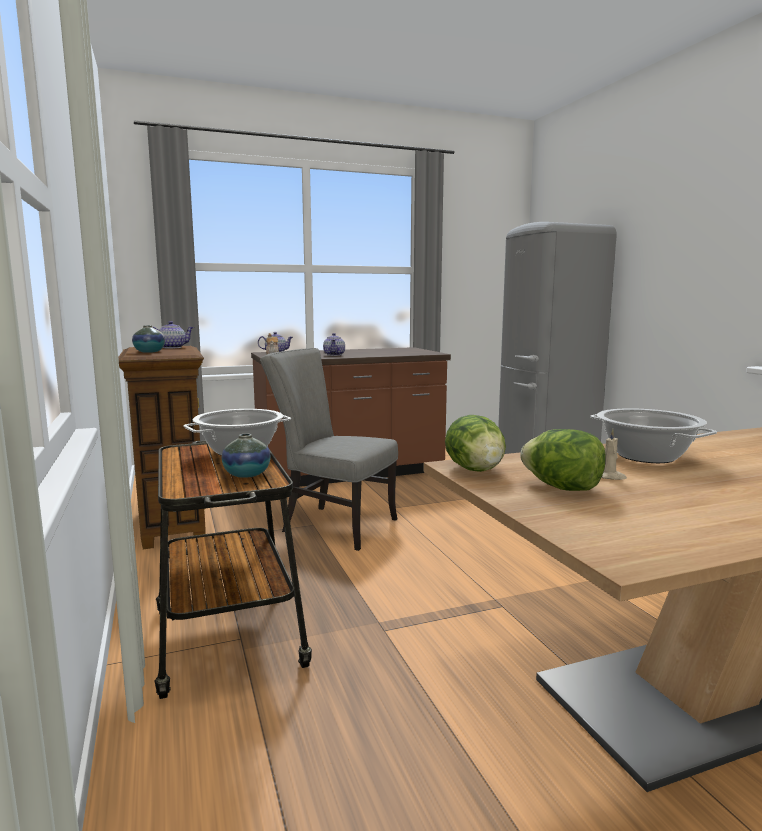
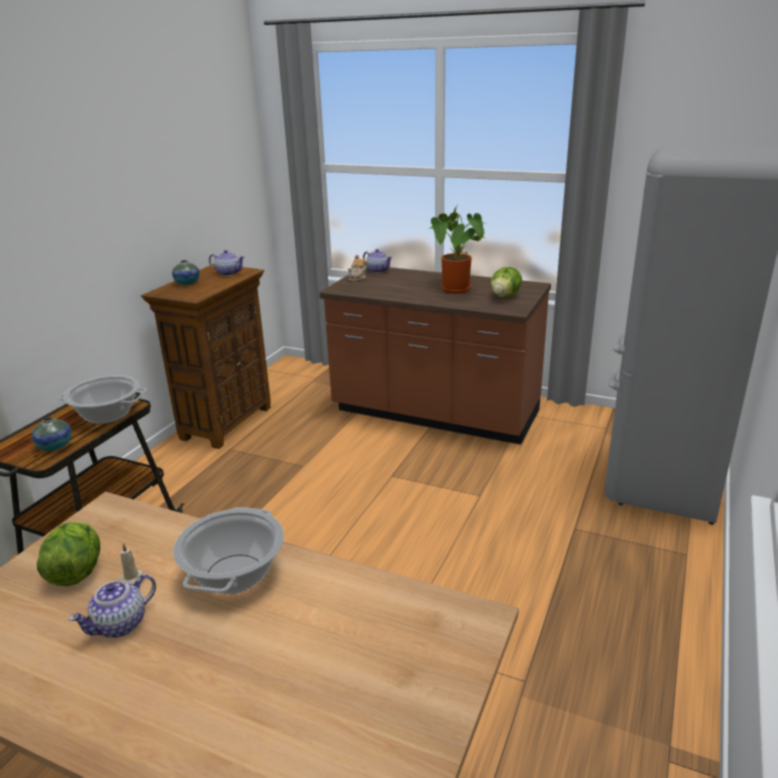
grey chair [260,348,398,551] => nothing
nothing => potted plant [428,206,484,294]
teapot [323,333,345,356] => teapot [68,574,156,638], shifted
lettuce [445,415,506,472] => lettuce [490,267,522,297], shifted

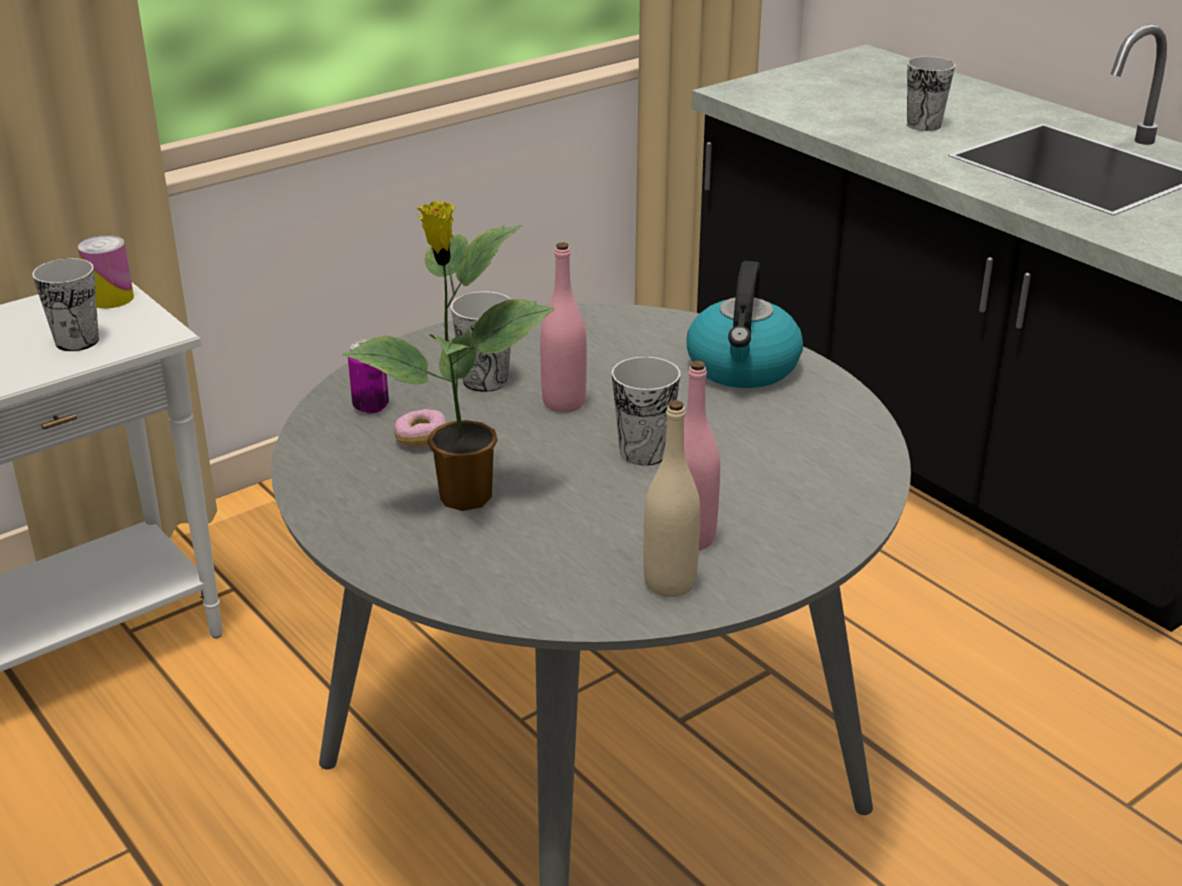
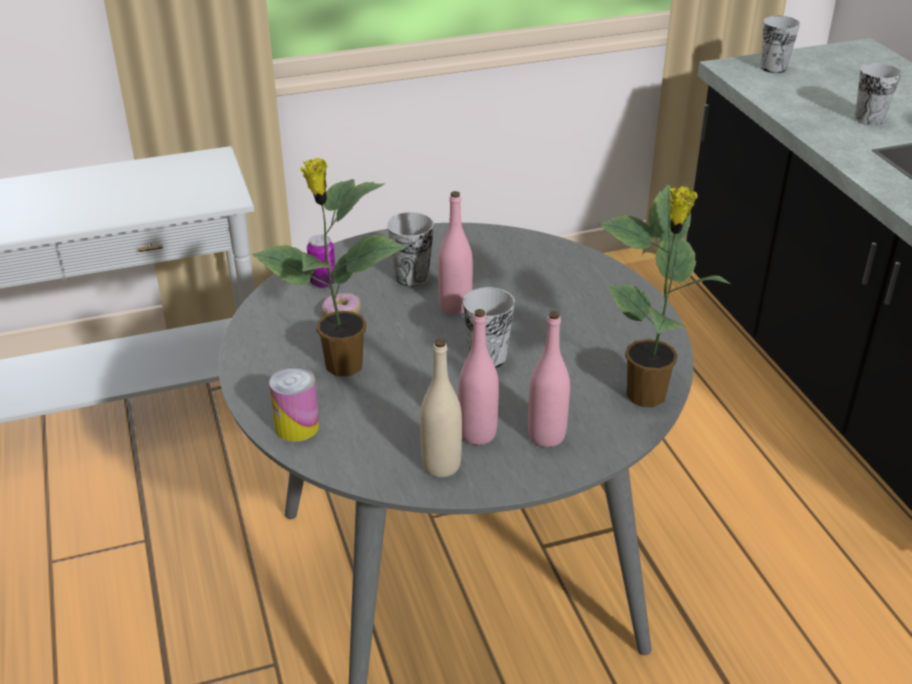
kettle [687,261,803,388] => nothing
nothing => pink bottle [528,311,570,447]
nothing => potted plant [599,184,732,407]
cup [32,258,99,351] => cup [761,16,800,73], shifted
can [78,235,134,308] => can [269,367,320,442], shifted

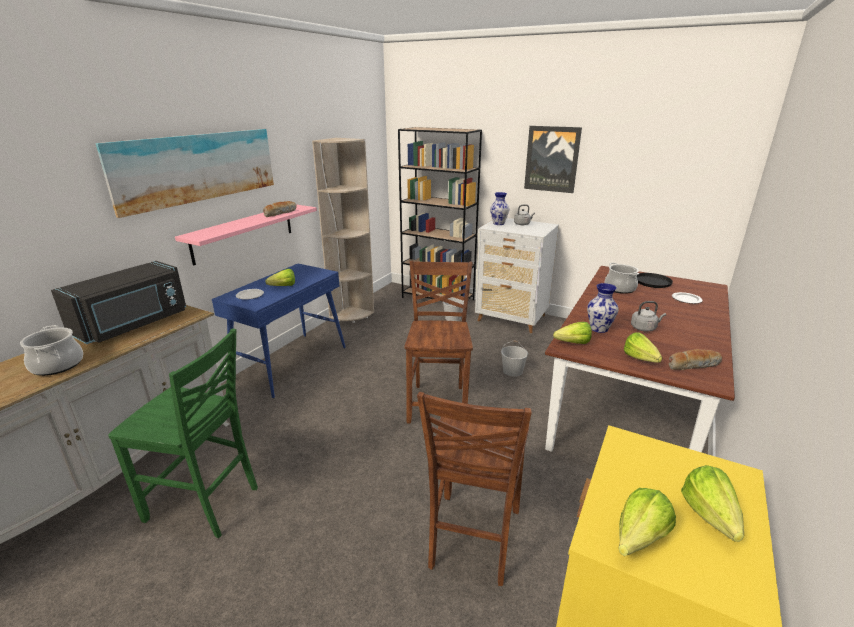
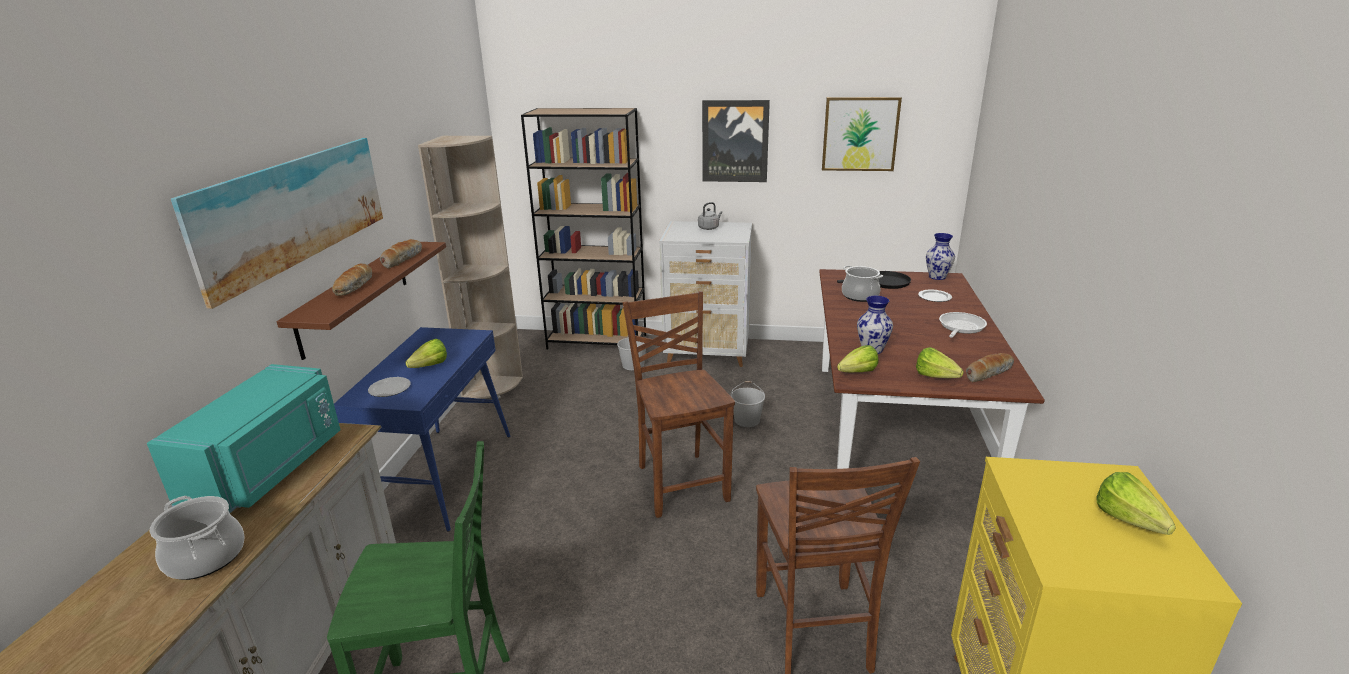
lettuce [618,488,676,556] => nothing
grey kettle [631,301,666,332] => nothing
nothing => bread [332,264,372,296]
nothing => picture [822,97,902,171]
nothing => frying pan [939,312,987,338]
vase [490,192,510,225] => vase [926,233,955,280], shifted
black microwave [51,261,186,344] => turquoise microwave [147,364,341,513]
pink shelf [175,205,317,266] => brown shelf [277,242,446,360]

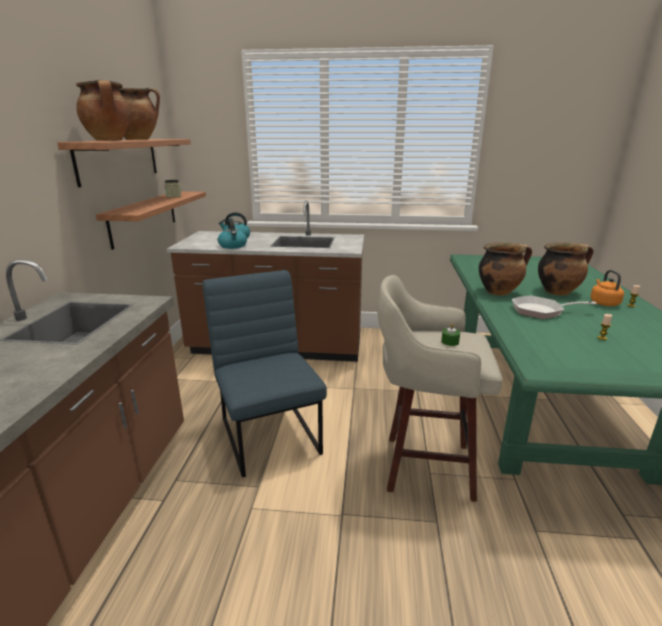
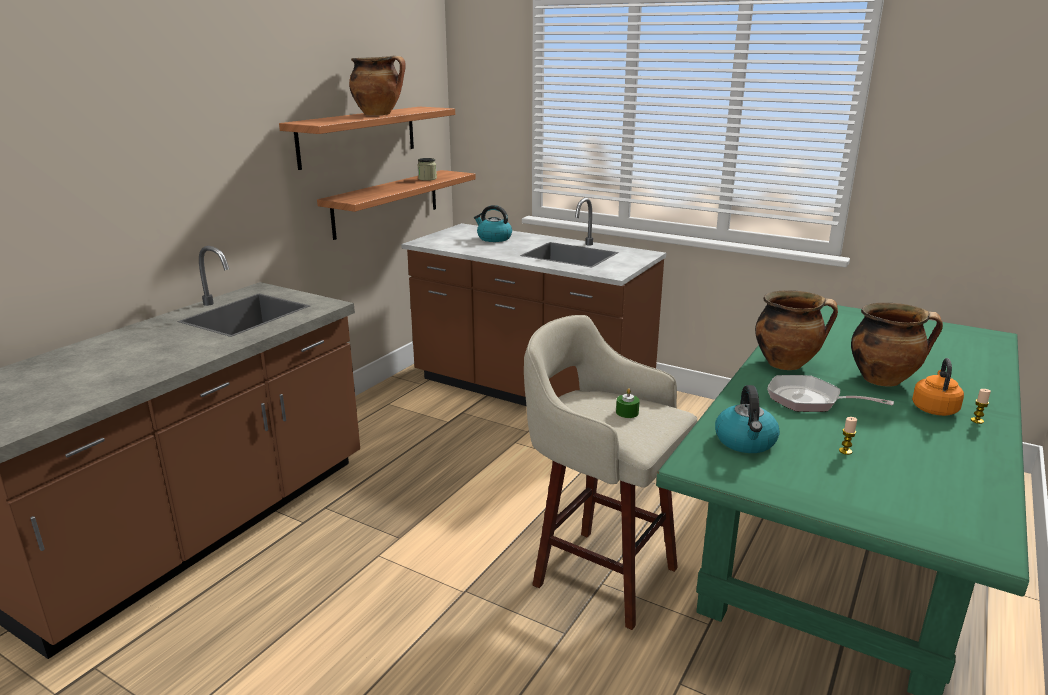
cooking pot [76,80,131,141] => nothing
blue chair [203,270,327,478] => nothing
kettle [218,218,247,249] => kettle [715,385,780,453], shifted

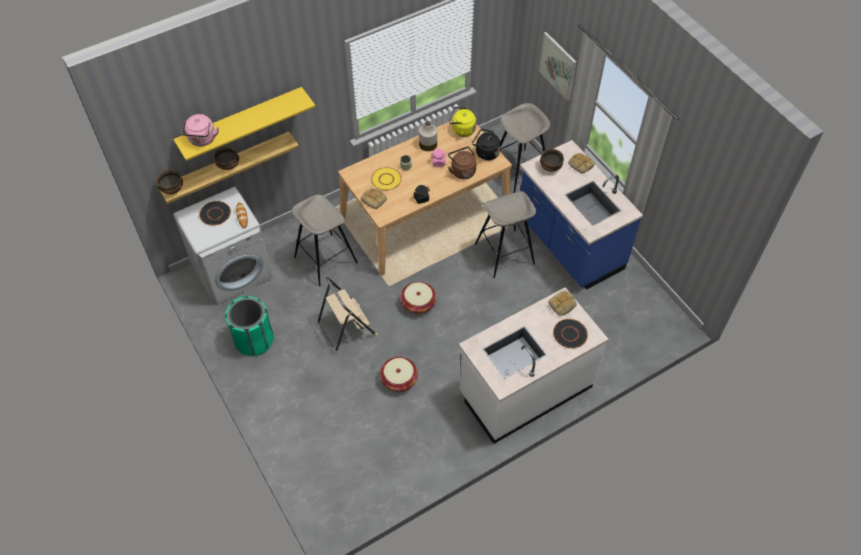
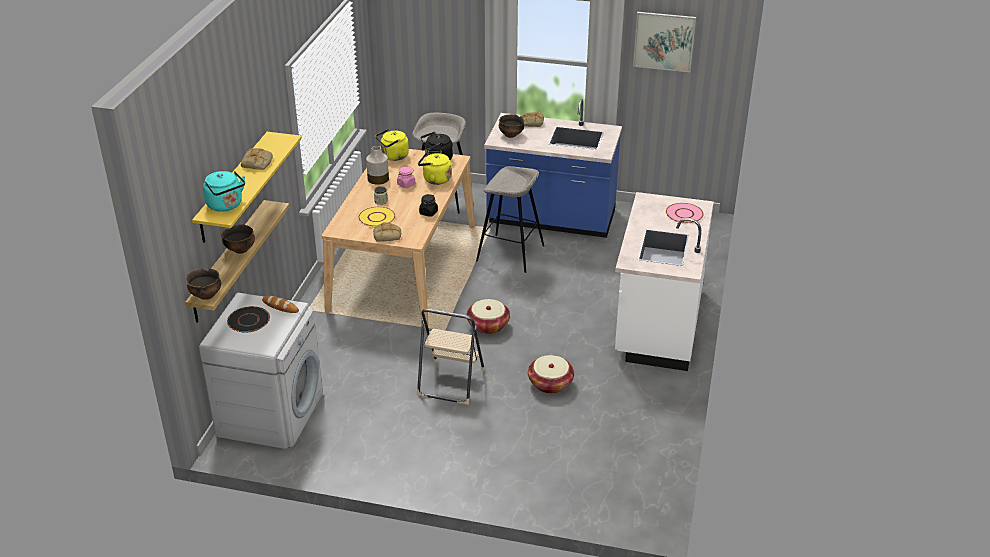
green trash can [225,296,274,356] => nothing
grey stool [292,195,358,287] => nothing
picture [539,32,577,101] => picture [633,12,696,72], shifted
bread [548,290,577,316] => bread [241,148,273,170], shifted
pink kettle [181,114,219,147] => turquoise kettle [203,171,245,212]
brown kettle [448,147,476,179] => yellow kettle [418,151,452,185]
black plate [553,319,588,349] => pink plate [666,203,704,223]

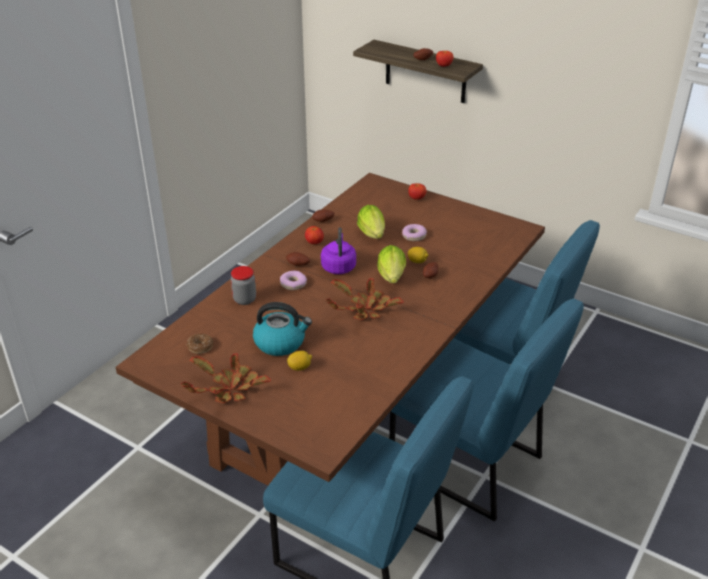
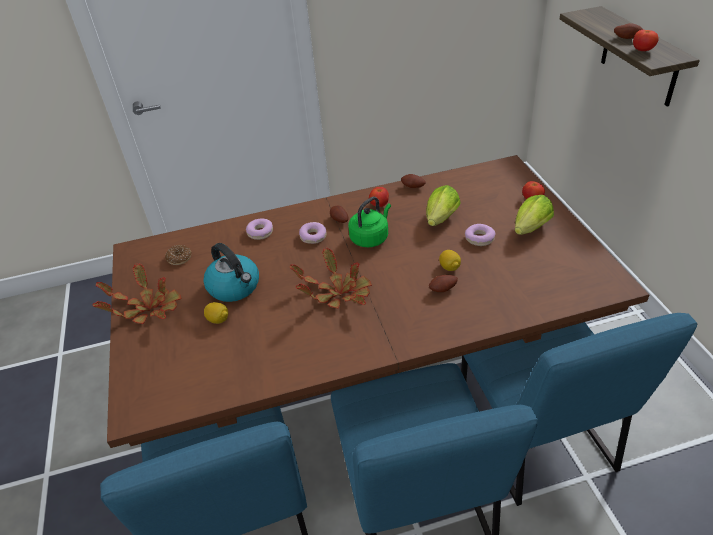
lettuce [377,245,406,283] => lettuce [515,195,554,235], shifted
jar [231,266,256,305] => donut [246,218,273,240]
purple kettle [321,227,356,274] => green kettle [348,196,391,247]

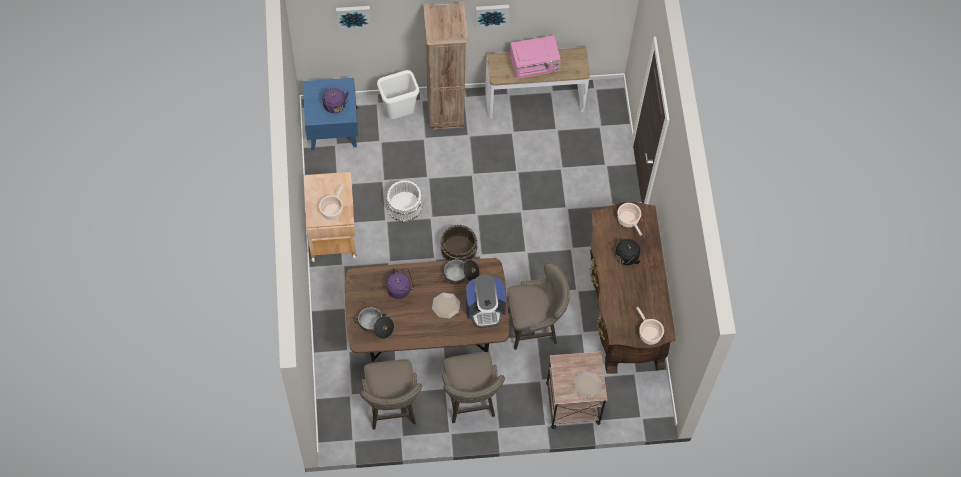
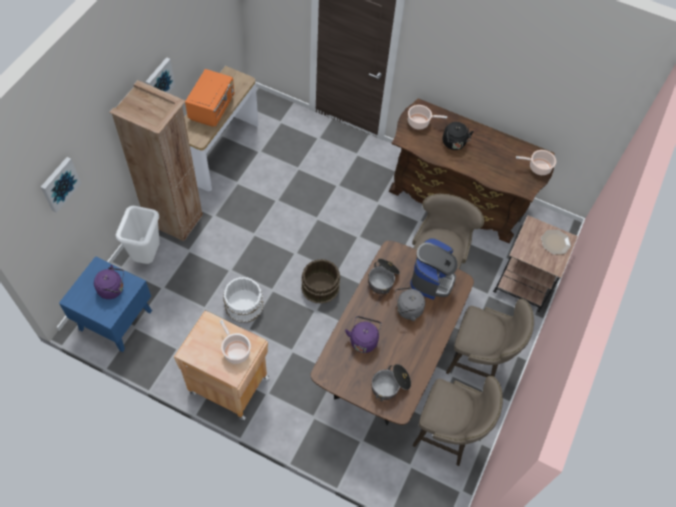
plate [432,293,460,318] => grey kettle [395,287,425,321]
pink microwave [510,35,561,79] => orange microwave [185,69,234,127]

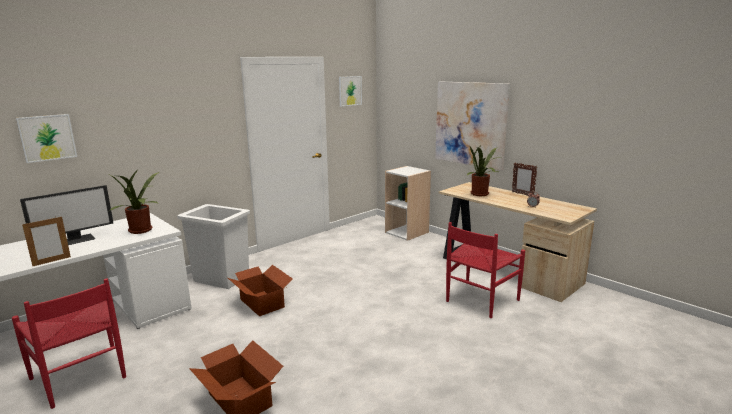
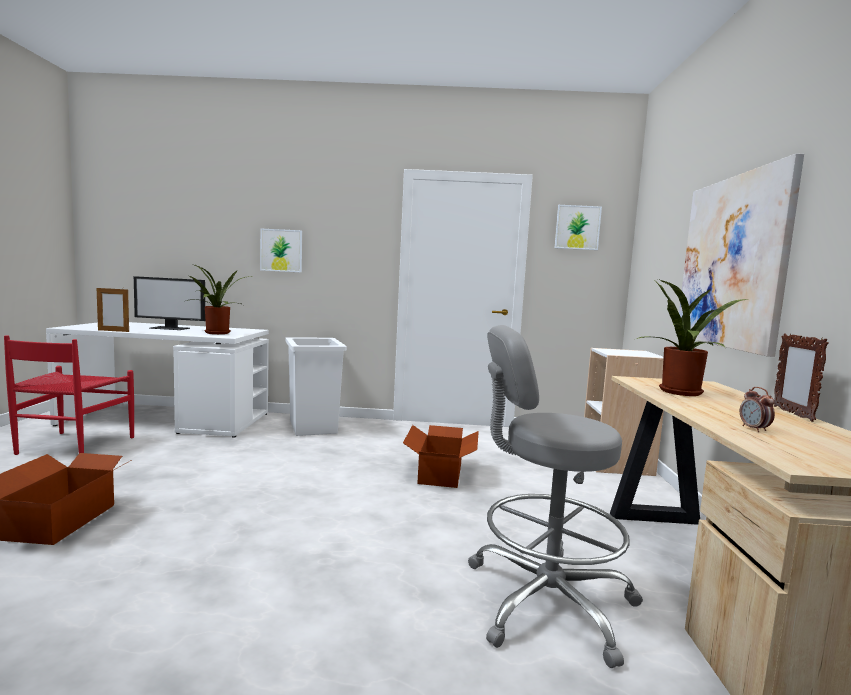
picture [16,114,77,163] => picture [260,228,302,273], shifted
cardboard box [228,265,293,316] => cardboard box [403,425,479,488], shifted
red chair [446,222,525,318] => grey stool [468,325,643,668]

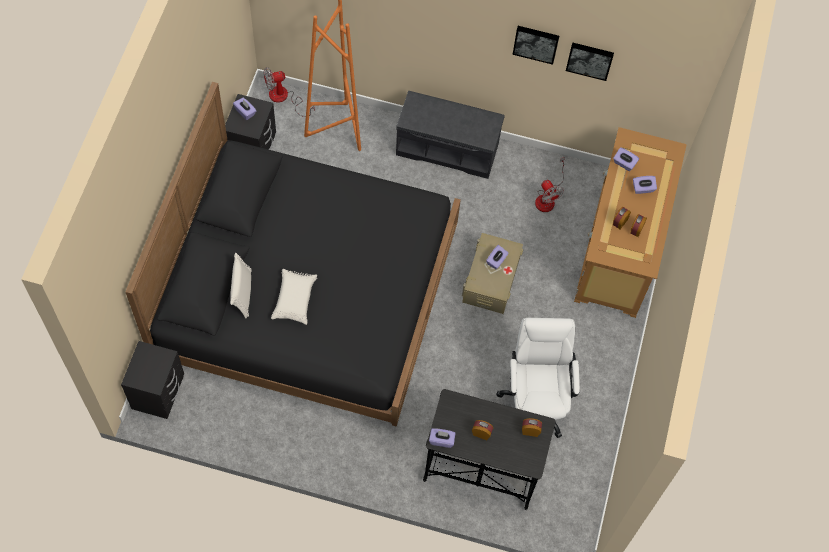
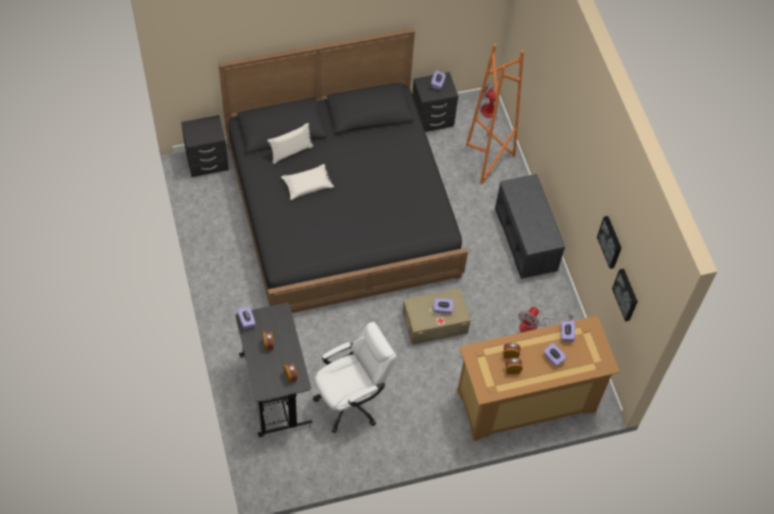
picture [513,26,559,65] => picture [612,268,638,322], shifted

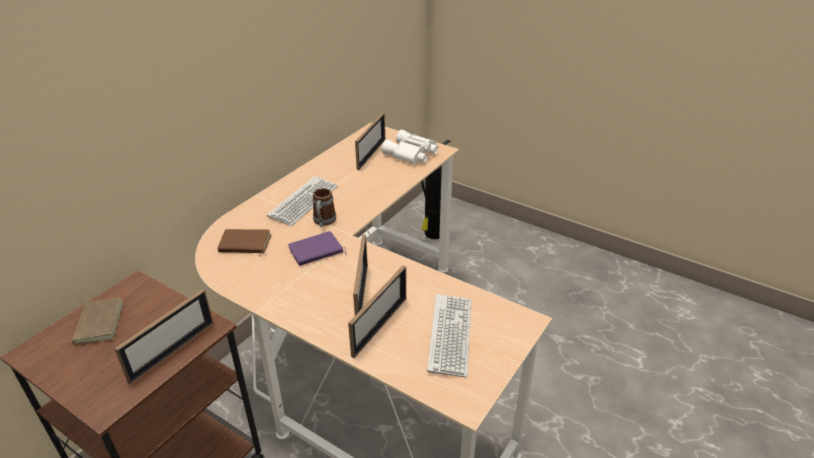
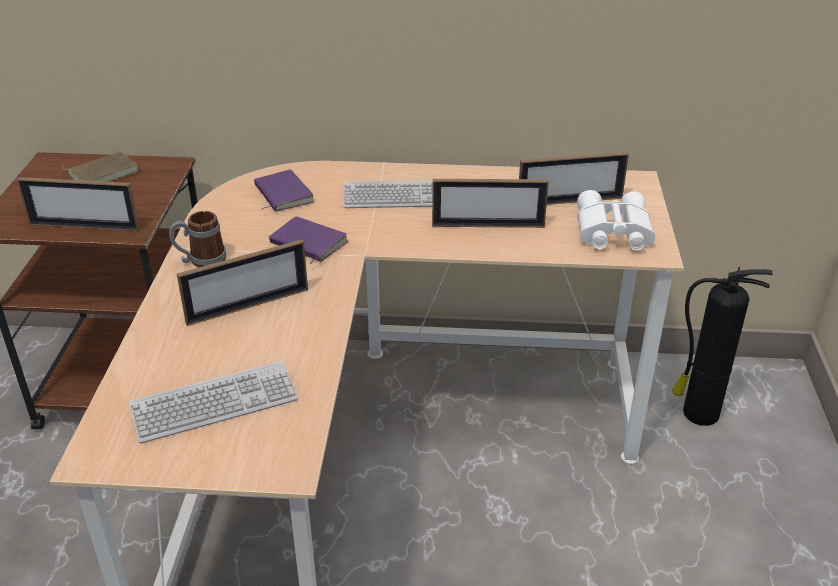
mug [313,188,336,227] => mug [169,211,226,267], shifted
picture frame [348,265,406,358] => picture frame [432,179,549,228], shifted
brown book [217,229,272,257] => purple book [254,170,314,212]

